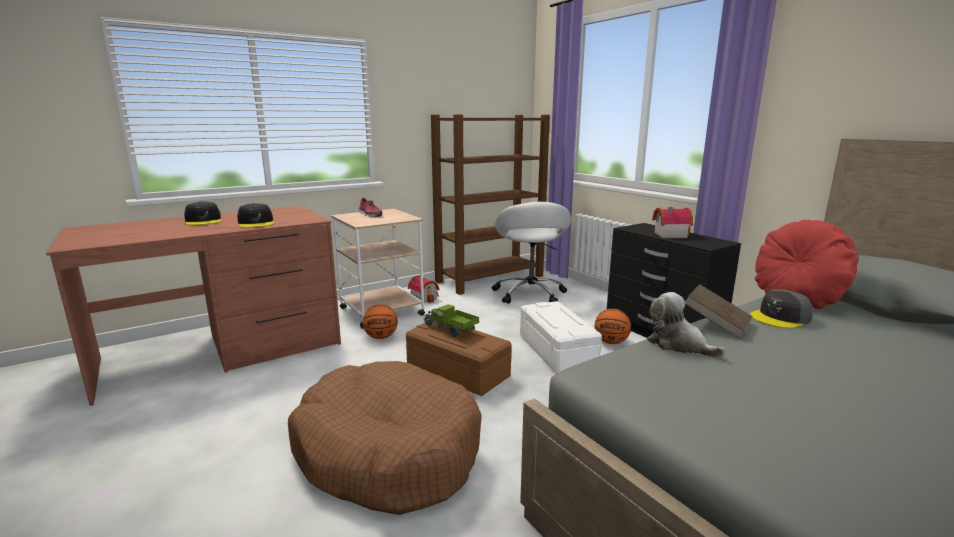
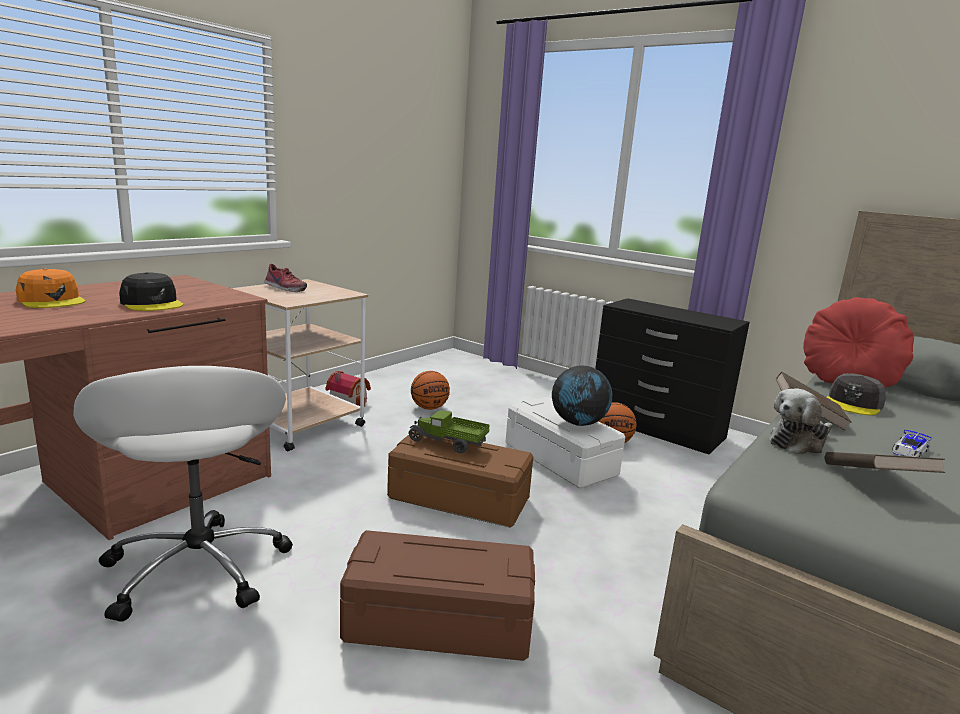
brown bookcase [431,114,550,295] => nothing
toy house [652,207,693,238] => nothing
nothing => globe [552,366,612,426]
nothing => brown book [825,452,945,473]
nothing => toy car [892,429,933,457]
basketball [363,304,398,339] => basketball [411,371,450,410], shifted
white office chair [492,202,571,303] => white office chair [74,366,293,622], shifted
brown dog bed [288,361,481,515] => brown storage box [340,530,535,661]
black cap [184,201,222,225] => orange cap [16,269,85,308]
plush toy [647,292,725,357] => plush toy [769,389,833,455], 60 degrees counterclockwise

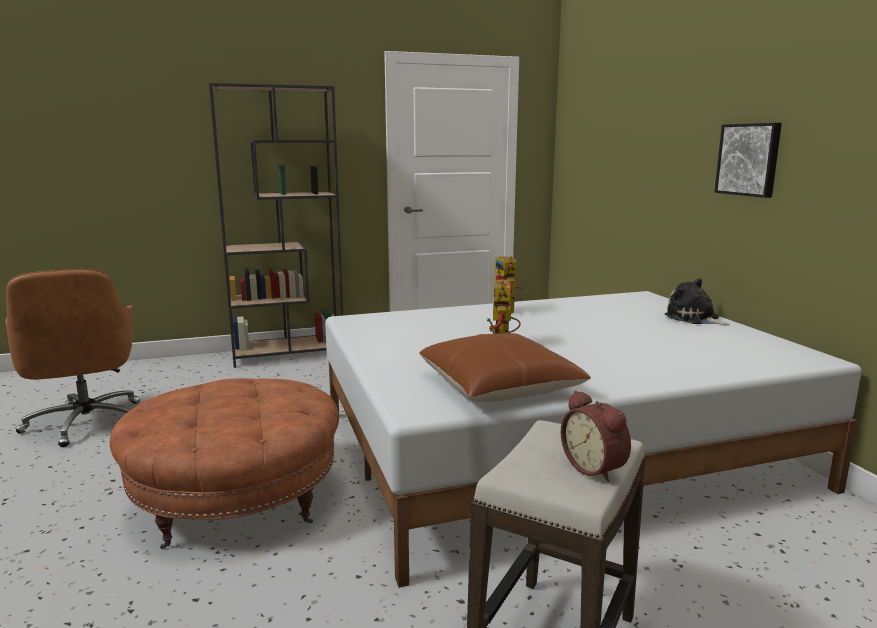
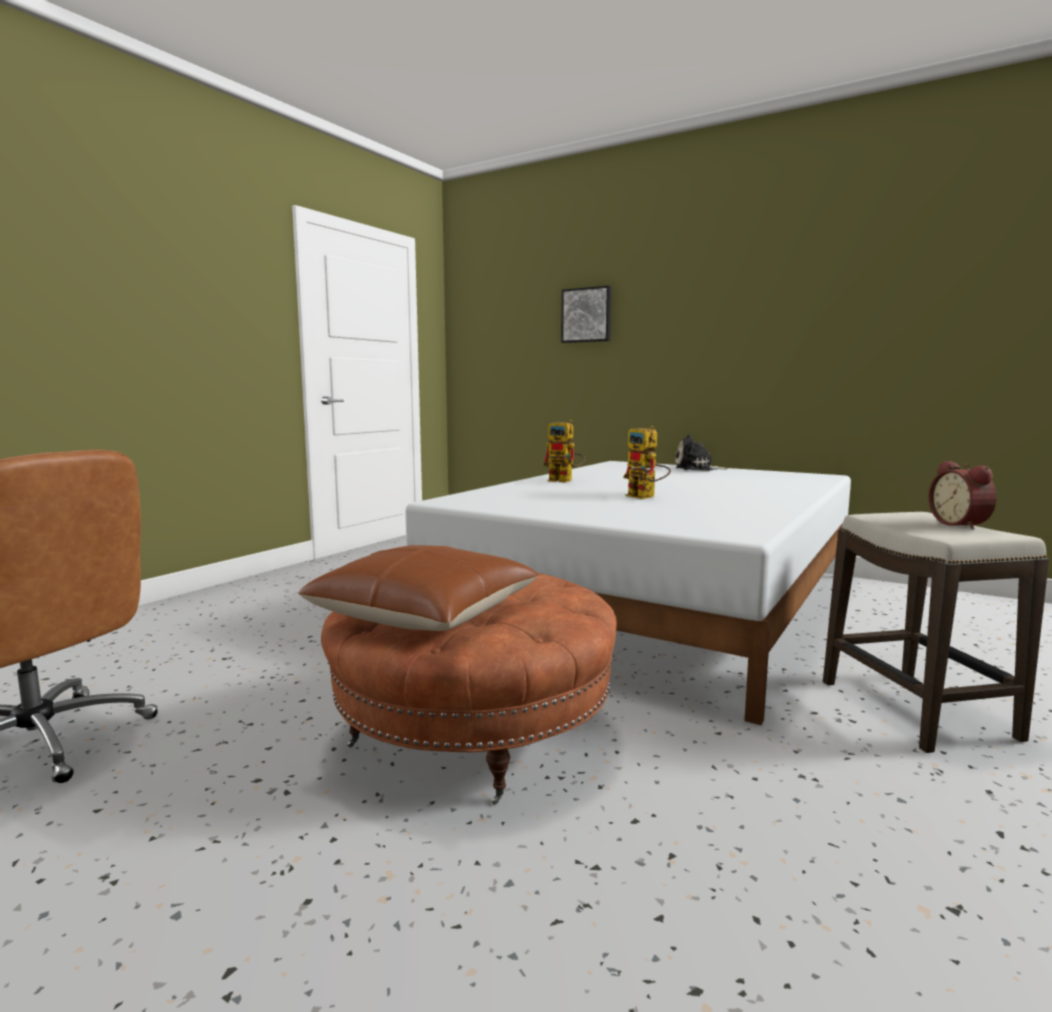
bookcase [209,83,343,368] => nothing
brown pillow [419,333,591,402] => brown pillow [298,545,539,631], shifted
picture [715,123,782,198] => picture [561,285,611,343], shifted
alarm clock [561,390,631,482] => alarm clock [929,461,997,530], 60 degrees clockwise

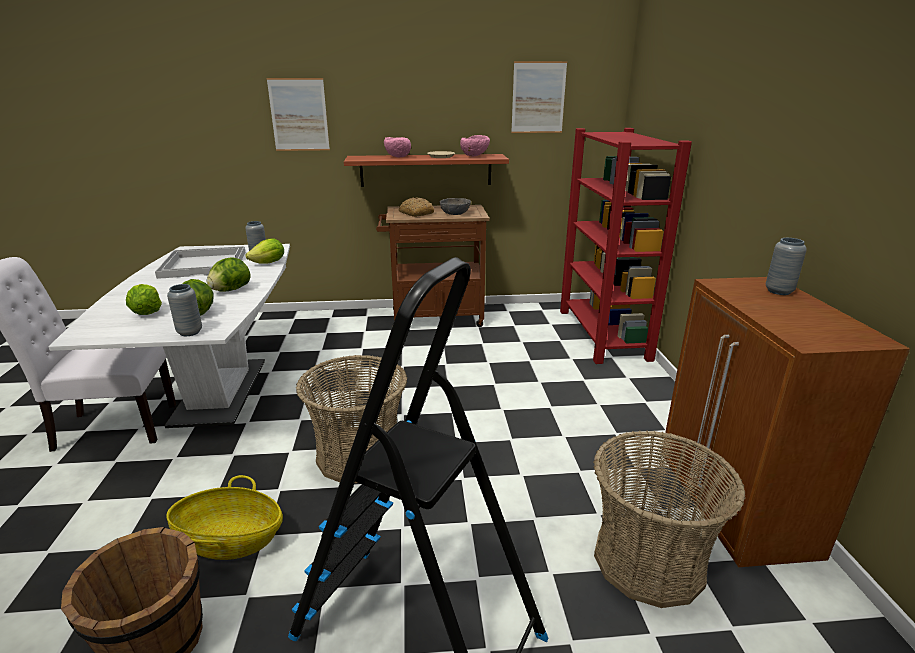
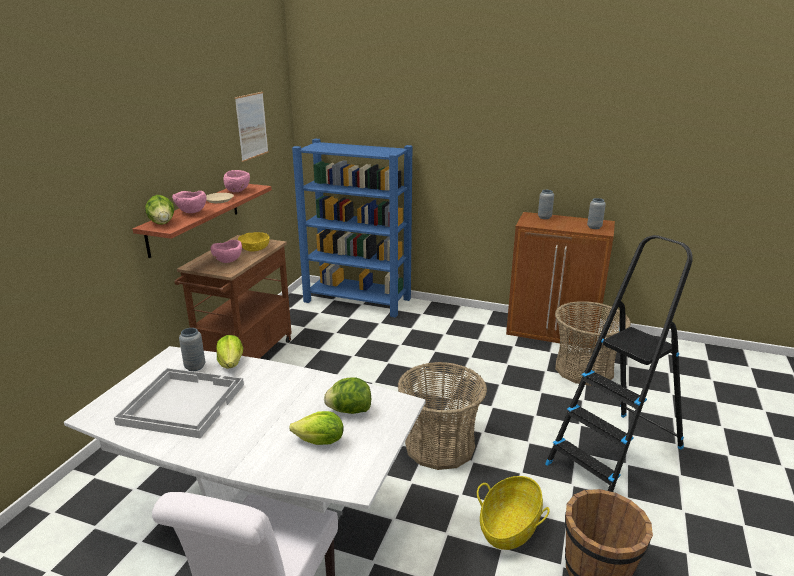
picture [267,78,330,151] => nothing
grey vase [167,284,202,336] => grey vase [587,198,606,229], shifted
lettuce [207,257,250,292] => lettuce [145,195,174,225], shifted
bread [399,197,434,217] => pink bowl [211,240,242,263]
grey bowl [439,198,471,215] => yellow bowl [238,232,270,251]
red bookcase [560,128,692,364] => blue bookcase [292,139,412,318]

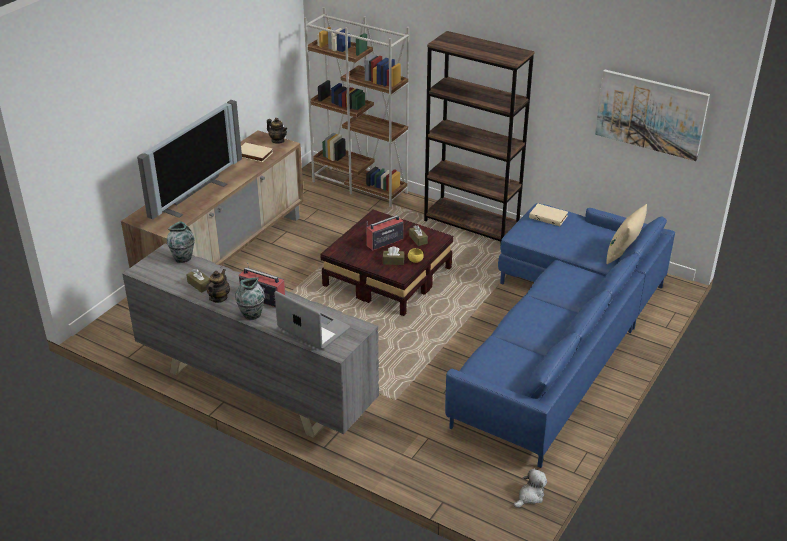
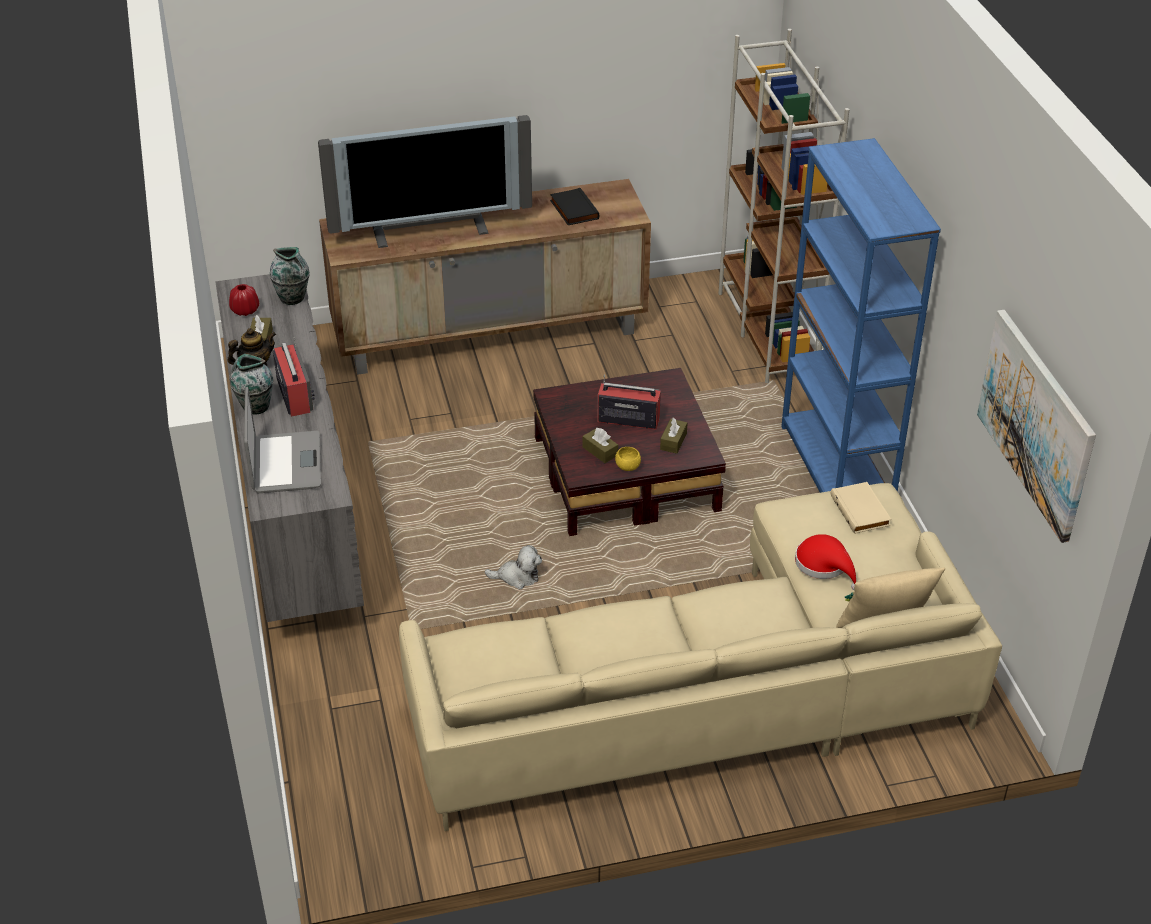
teapot [267,118,287,144] => nothing
nothing => red vase [229,284,259,316]
nothing => red hat [795,534,856,590]
plush toy [514,469,547,508] => plush toy [484,545,542,589], shifted
beige book [241,143,273,162] => black book [550,188,599,225]
brown bookcase [424,31,535,245] => blue bookcase [781,138,941,493]
blue sofa [445,203,675,468] => beige sofa [399,483,1002,831]

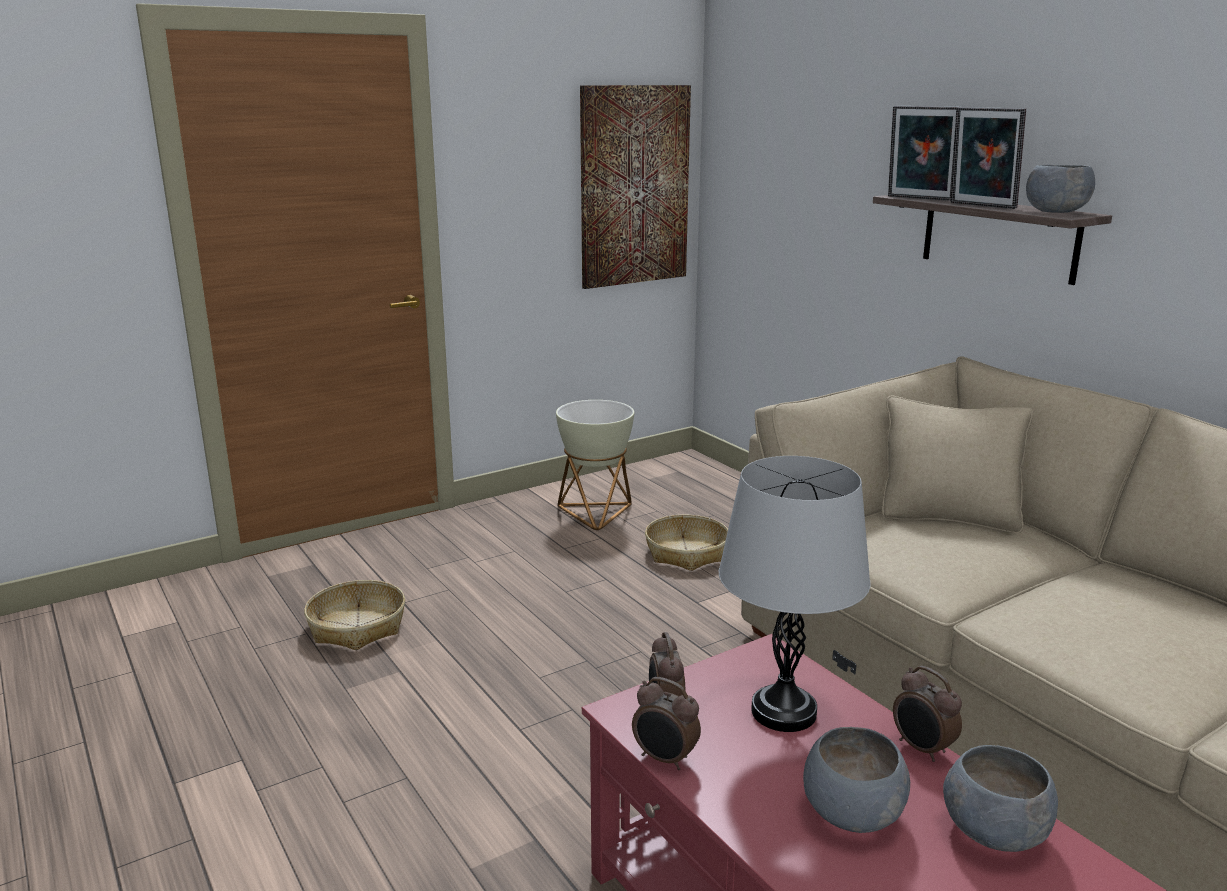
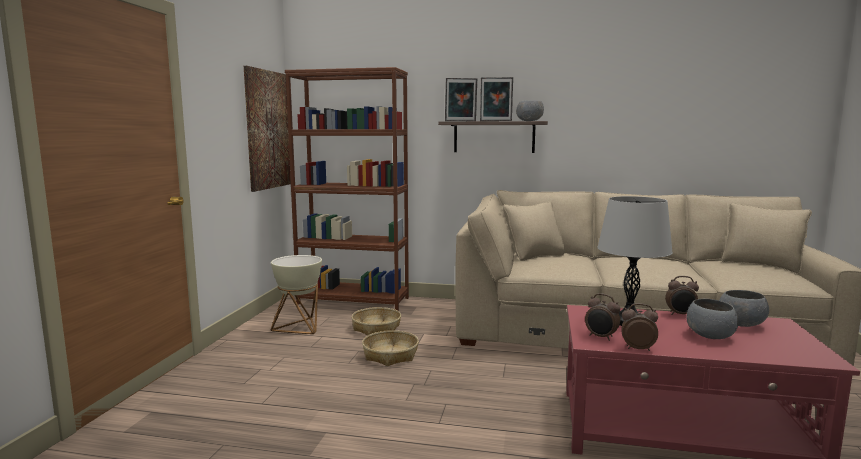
nothing => brown bookcase [285,67,409,311]
basket [304,580,405,650] => basket [362,330,419,366], shifted
alarm clock [632,677,701,770] => alarm clock [621,303,658,351], 150 degrees counterclockwise

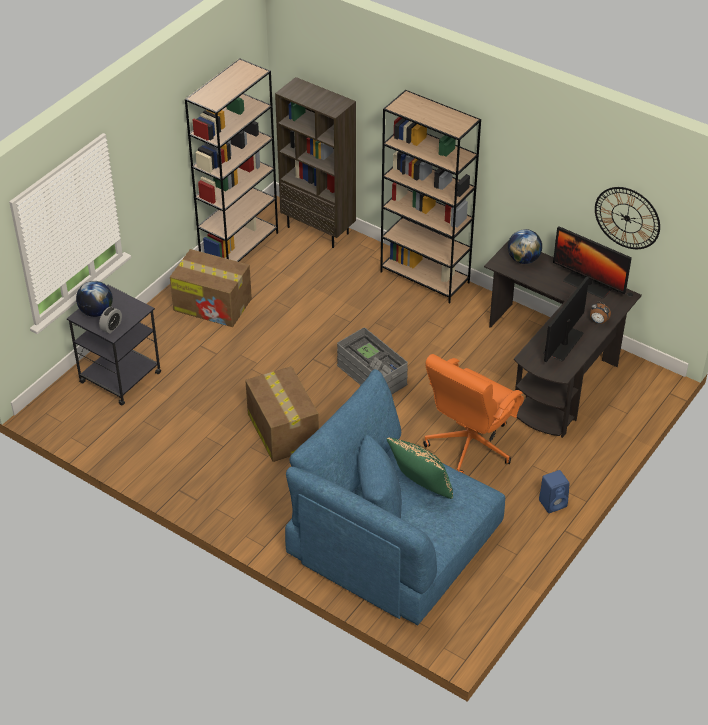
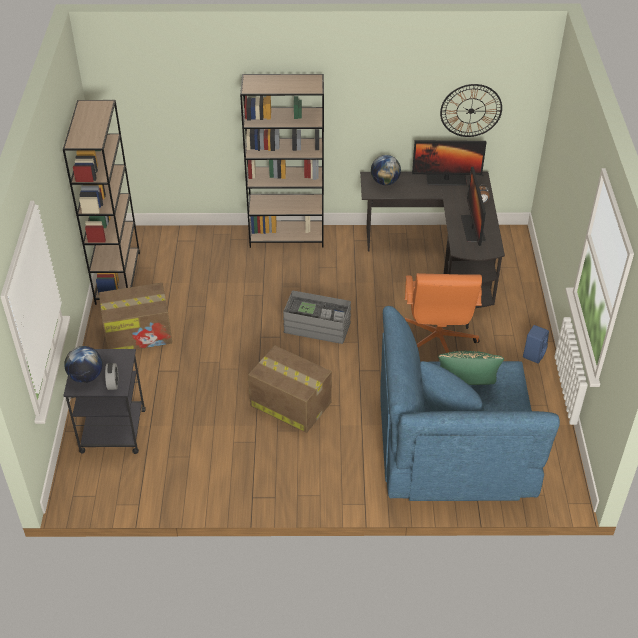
brown bookcase [275,77,356,248] => nothing

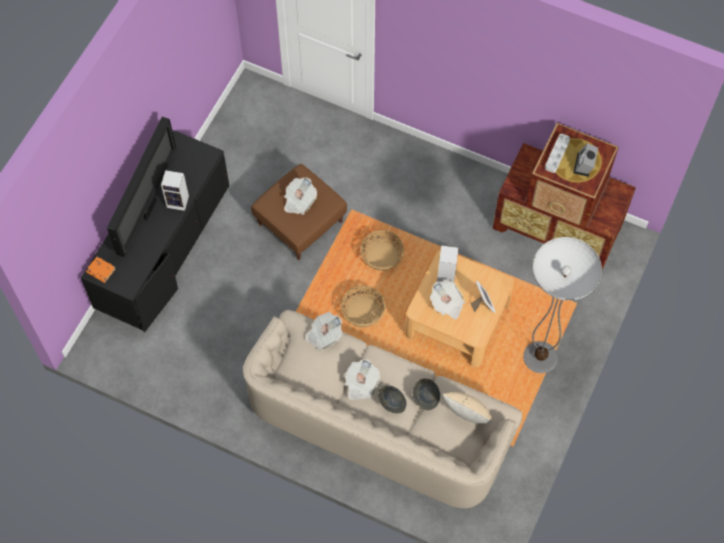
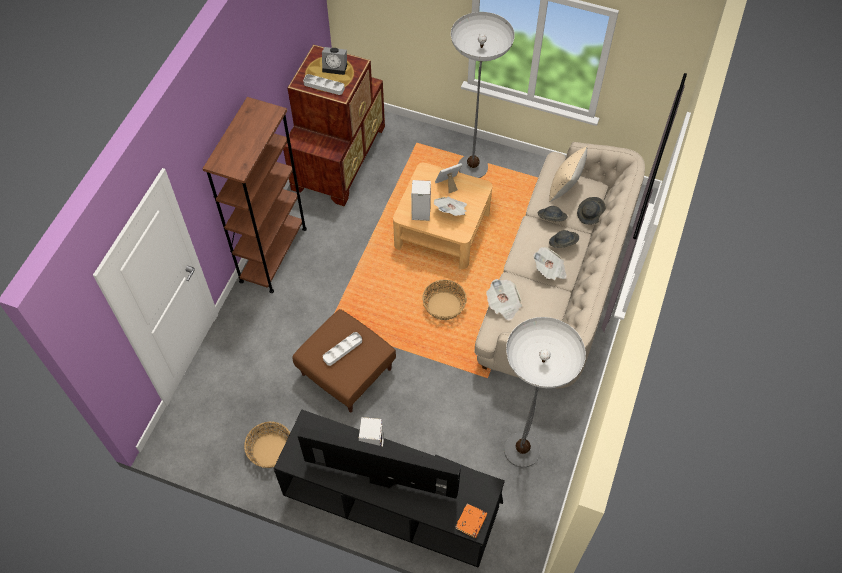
nothing => brown bookcase [202,97,307,293]
nothing => floor lamp [504,317,586,468]
nothing => grey hat [577,197,606,225]
basket [360,230,404,271] => basket [244,422,290,468], shifted
newspaper [284,177,317,215] => white tray [323,332,362,366]

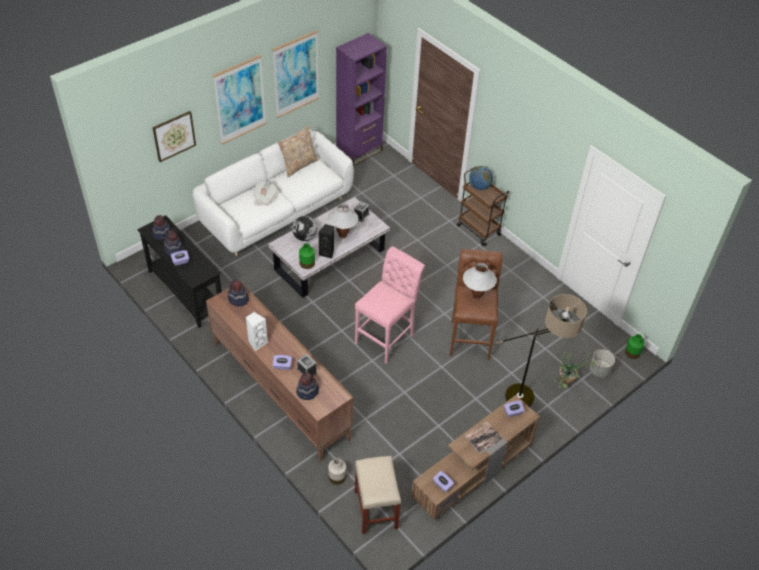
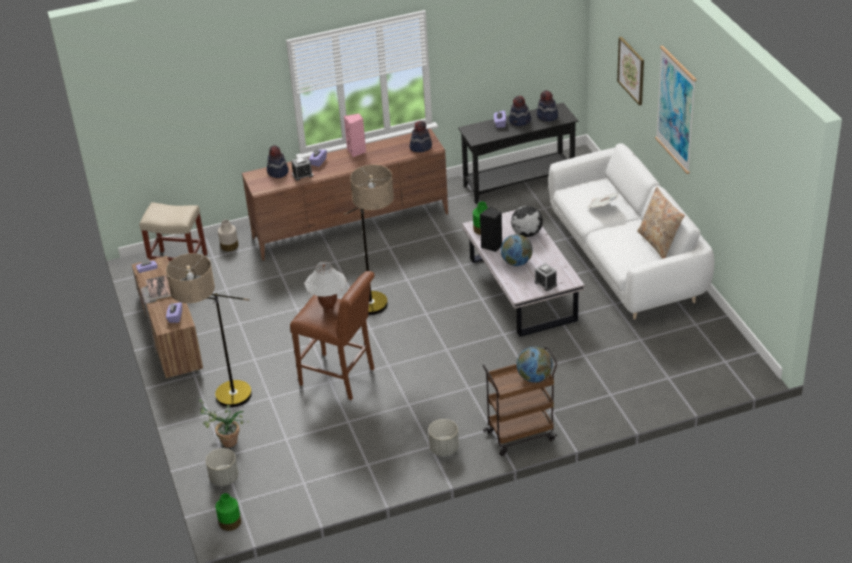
picture [272,30,319,118] => nothing
purple bookcase [336,33,387,166] => nothing
nothing => grey planter [428,419,459,456]
white table lamp [328,203,359,238] => globe [501,234,533,266]
pink stool [355,246,425,364] => floor lamp [344,165,394,315]
white speaker [246,312,268,351] => pink speaker [344,113,366,157]

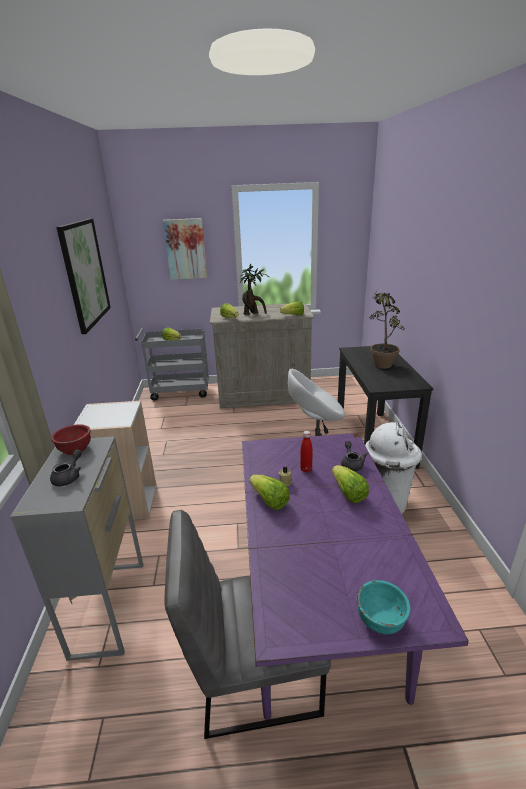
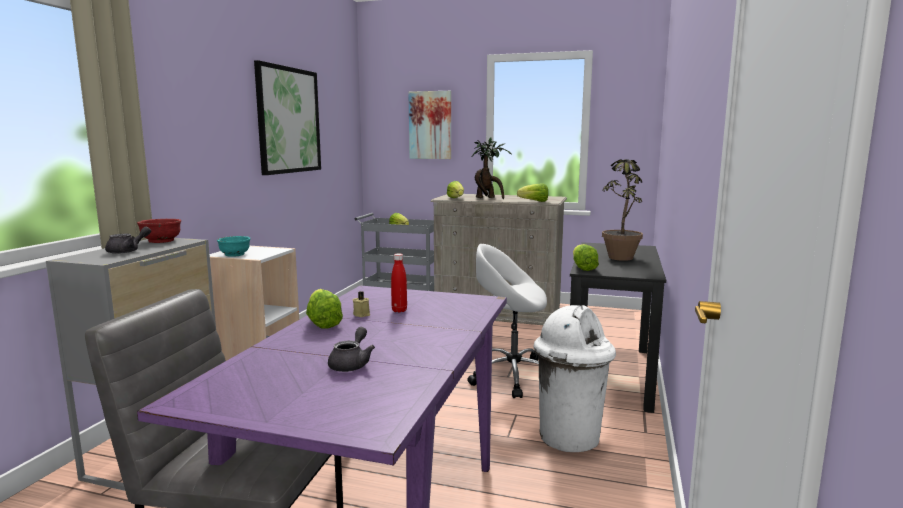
lettuce [332,465,369,503] => lettuce [573,244,599,271], shifted
grey teapot [341,441,368,471] => grey teapot [328,327,375,372], shifted
turquoise bowl [357,580,410,634] => turquoise bowl [217,236,250,257], shifted

